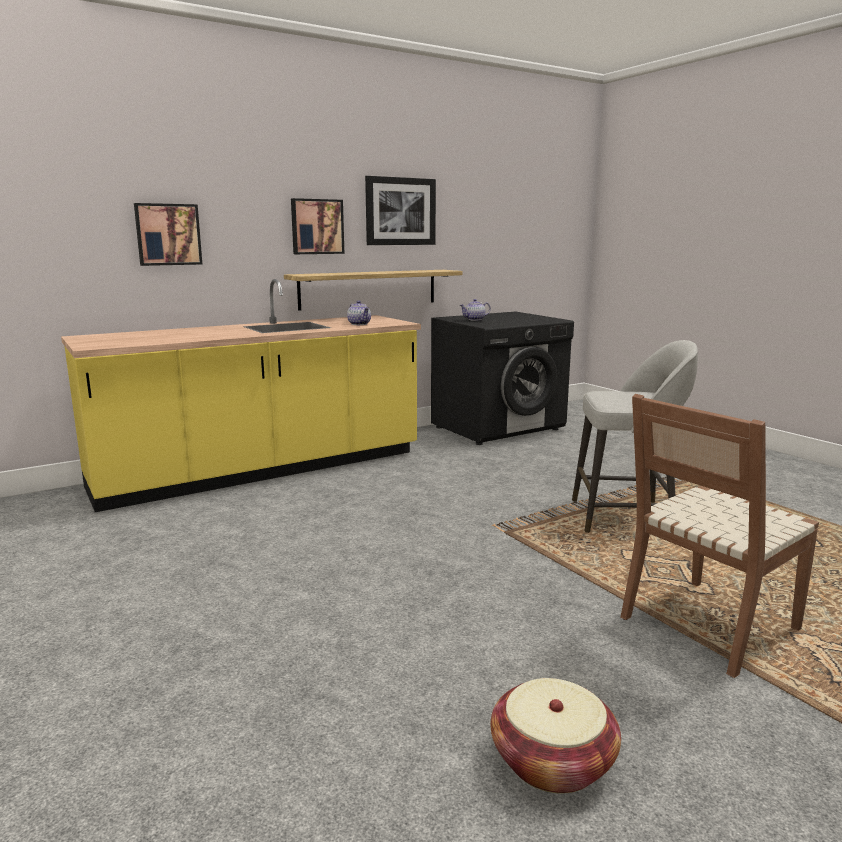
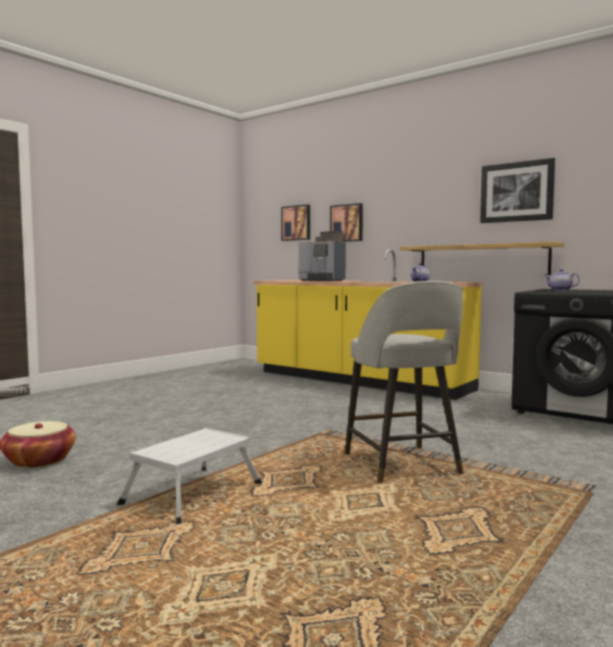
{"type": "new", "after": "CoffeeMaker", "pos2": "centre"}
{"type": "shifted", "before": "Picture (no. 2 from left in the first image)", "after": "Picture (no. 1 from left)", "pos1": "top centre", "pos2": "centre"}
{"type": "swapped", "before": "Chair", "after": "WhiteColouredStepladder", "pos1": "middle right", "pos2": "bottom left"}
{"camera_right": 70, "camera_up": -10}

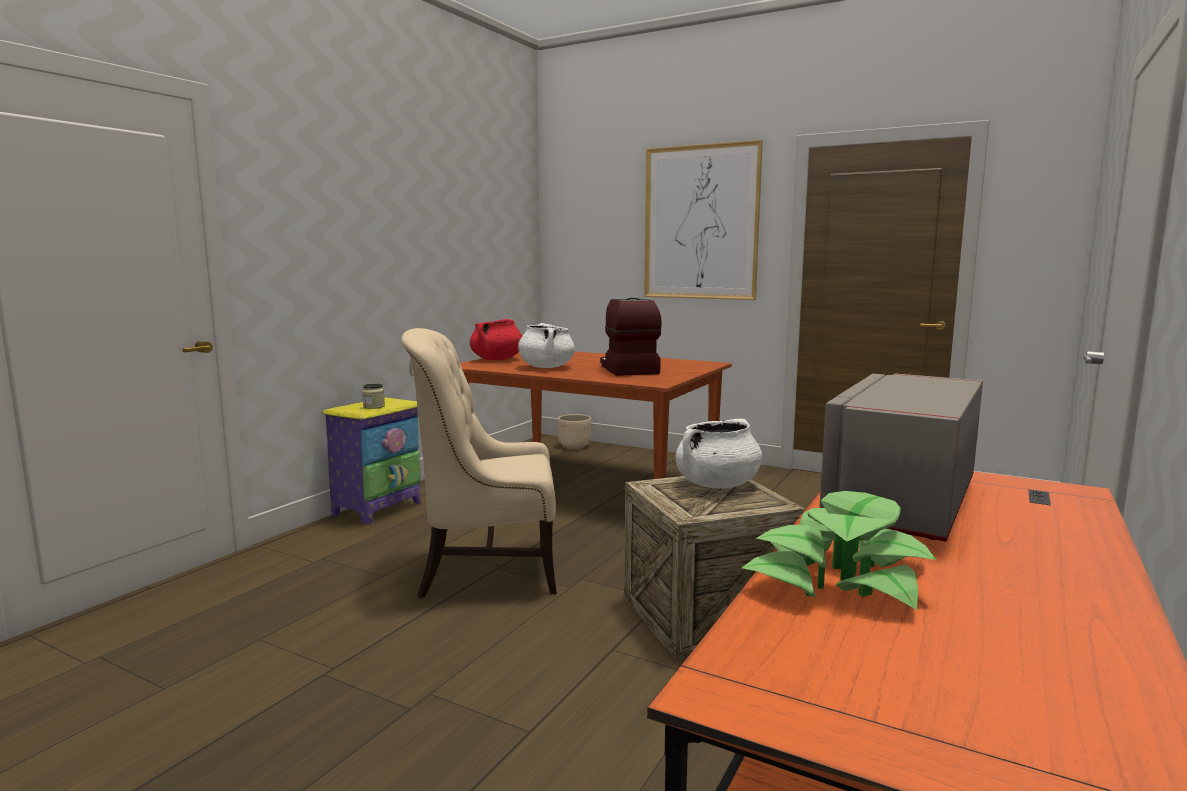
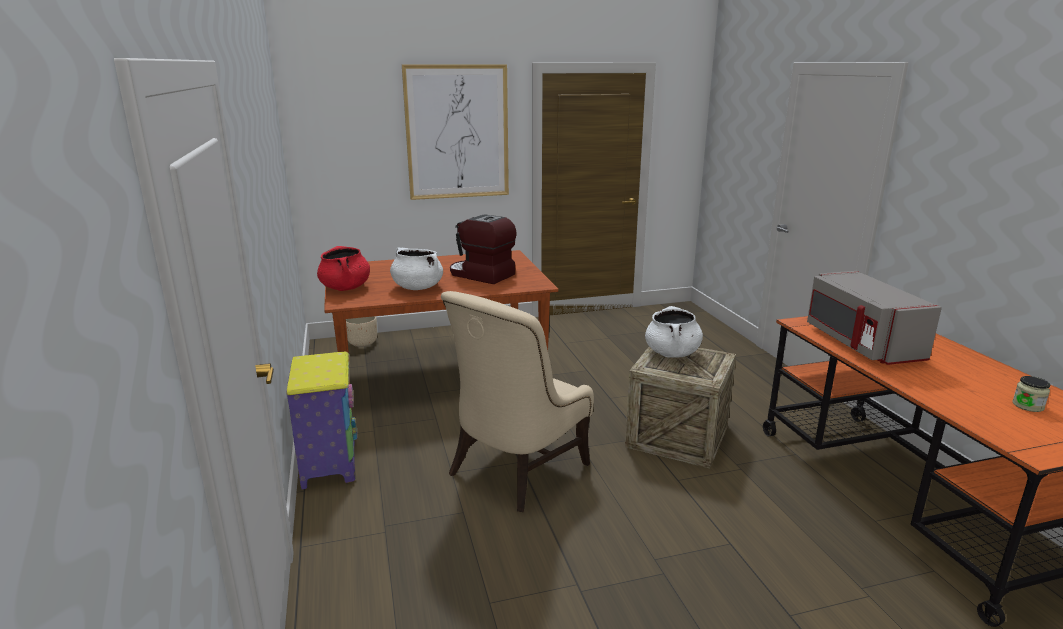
{"type": "gone", "before": "PlantInAPot", "pos1": "bottom right"}
{"type": "shifted", "before": "StorageJar", "pos1": "middle left", "pos2": "middle right"}
{"camera_right": -45, "camera_up": 10}

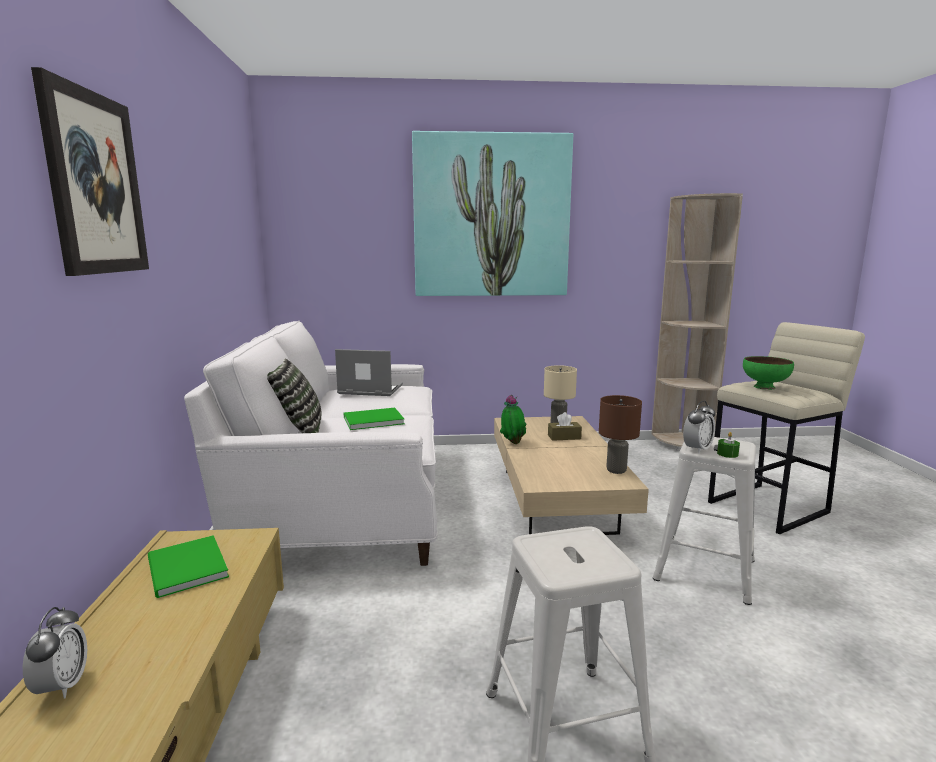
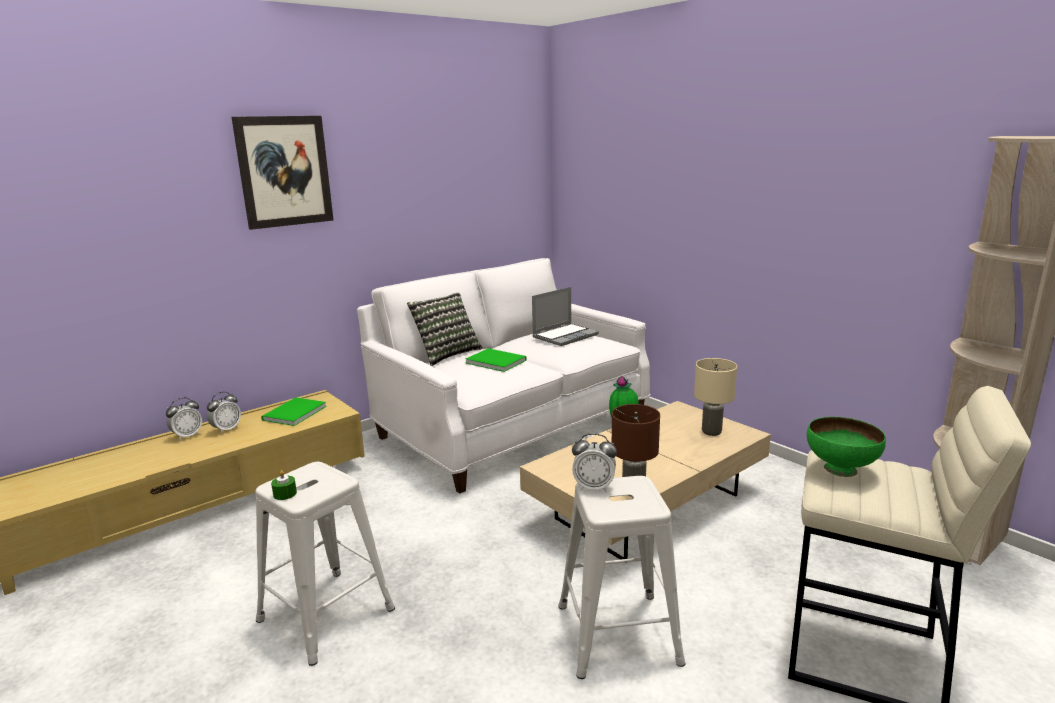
{"type": "gone", "before": "Picture (no. 2 from left)", "pos1": "top centre"}
{"type": "gone", "before": "BrownColouredTissueHolder", "pos1": "centre"}
{"type": "new", "after": "BedsideClock (no. 2 from left)", "pos2": "middle left"}
{"type": "shifted", "before": "GreenishWaxCandle", "pos1": "middle right", "pos2": "bottom left"}
{"type": "rotated", "before": "NotebookComputer", "pos1": "centre", "pos2": "centre", "turn": 75}
{"camera_right": 55, "camera_up": 5}

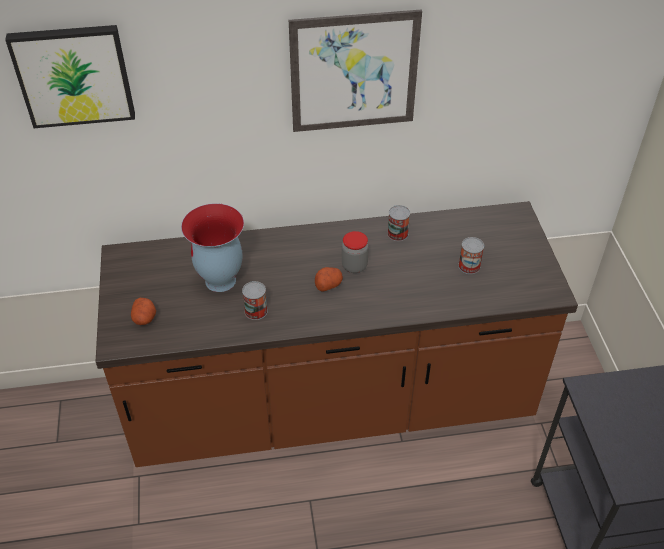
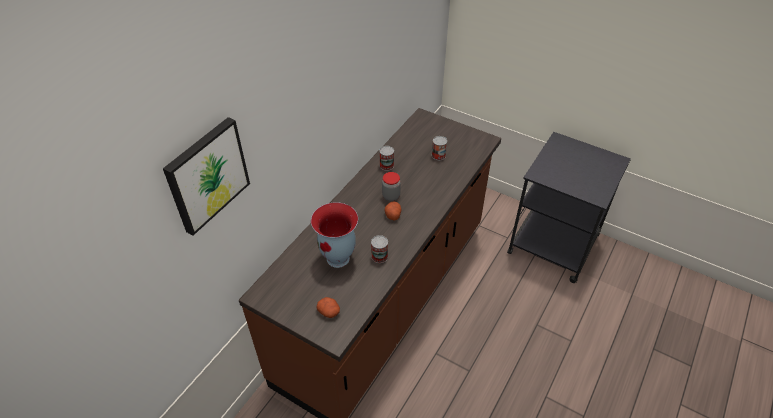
{"type": "gone", "before": "Picture (no. 2 from left)", "pos1": "top centre"}
{"camera_right": -50, "camera_up": 0}

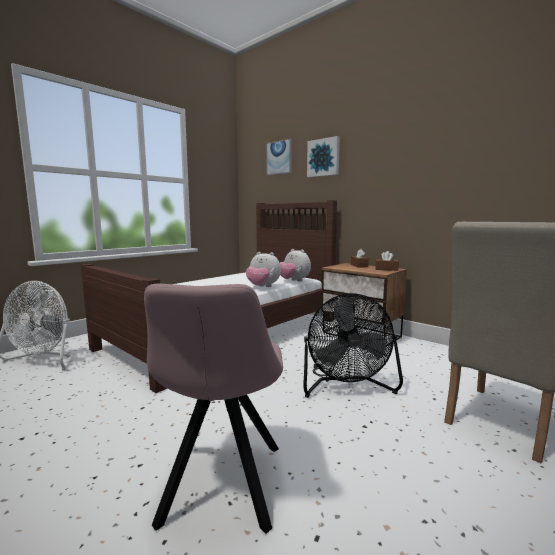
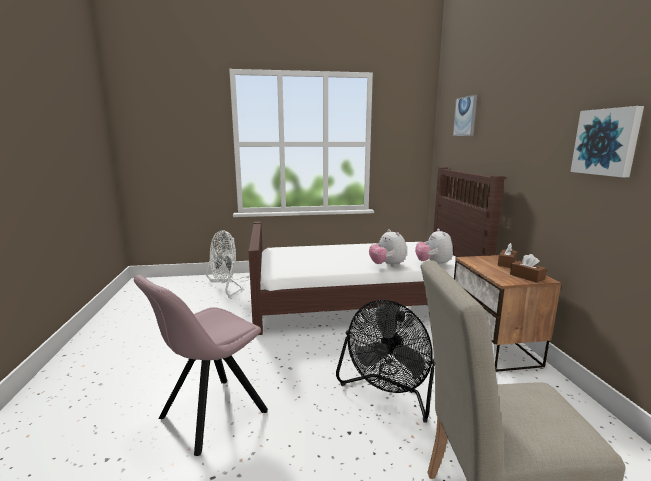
{"type": "shifted", "before": "Picture (no. 2 from left)", "pos1": "top centre", "pos2": "top right"}
{"camera_right": 40, "camera_up": 5}

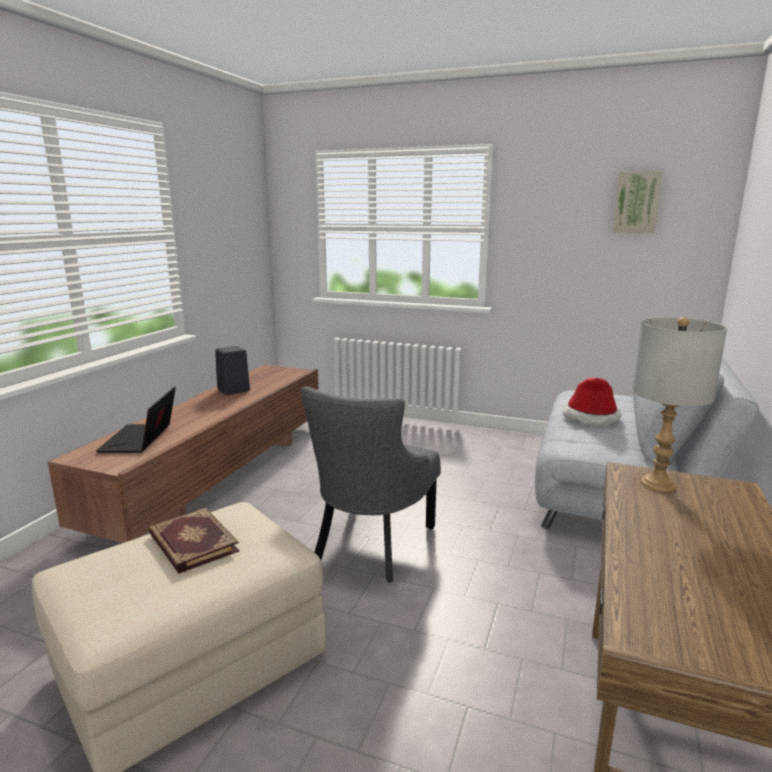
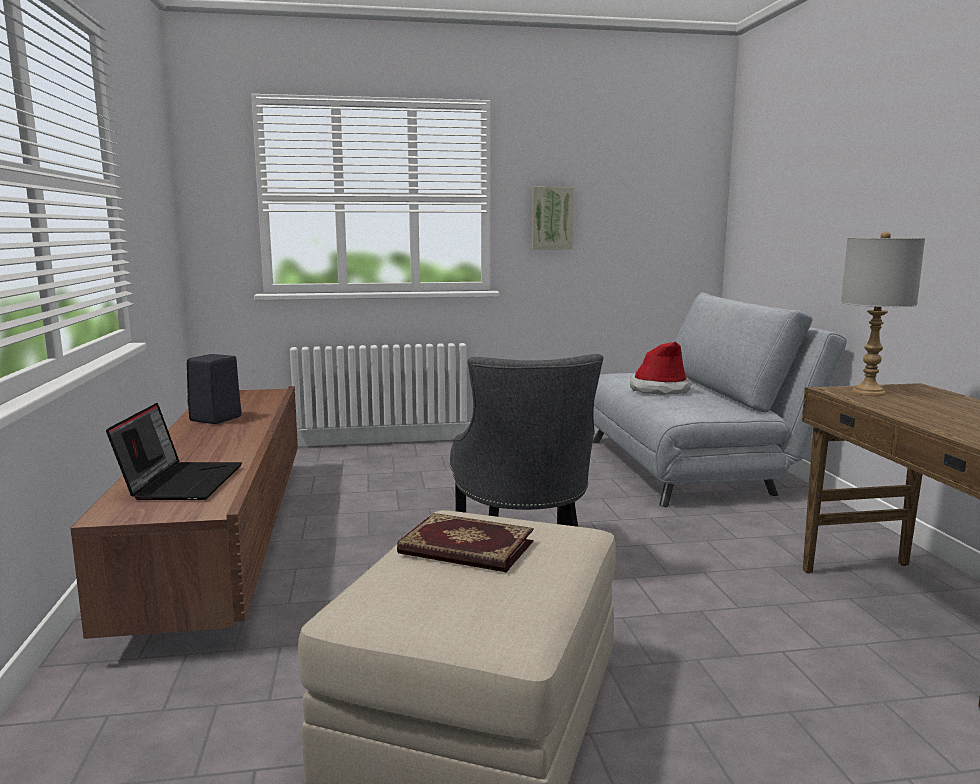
{"type": "shifted", "before": "Picture", "pos1": "top right", "pos2": "top centre"}
{"type": "rotated", "before": "NotebookComputer", "pos1": "middle left", "pos2": "middle left", "turn": -150}
{"camera_right": -30, "camera_up": -5}

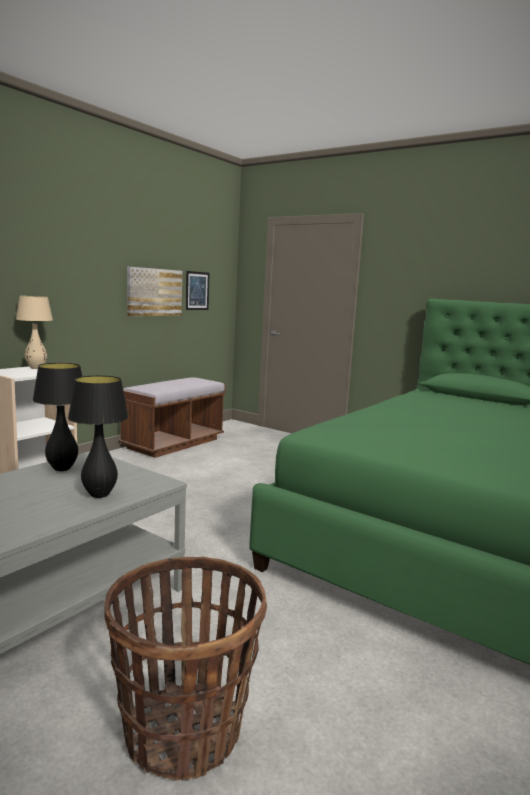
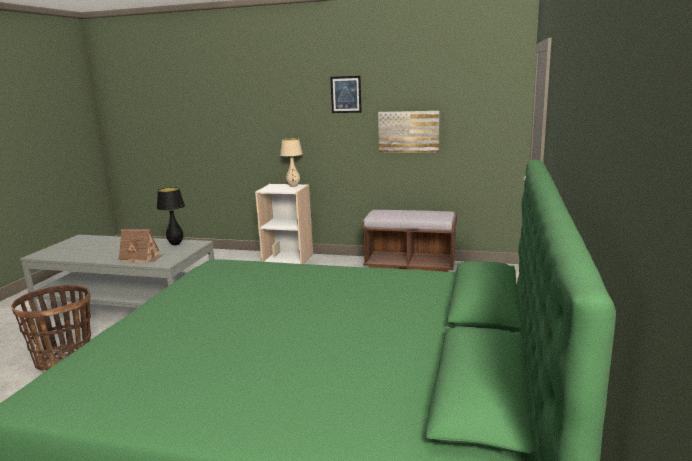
{"type": "shifted", "before": "Picture (no. 2 from left in the first image)", "after": "Picture (no. 1 from left)", "pos1": "centre", "pos2": "top centre"}
{"type": "swapped", "before": "BlackishLampForATable (no. 2 from left)", "after": "ToyHouse", "pos1": "middle left", "pos2": "middle left"}
{"camera_right": 70, "camera_up": 5}

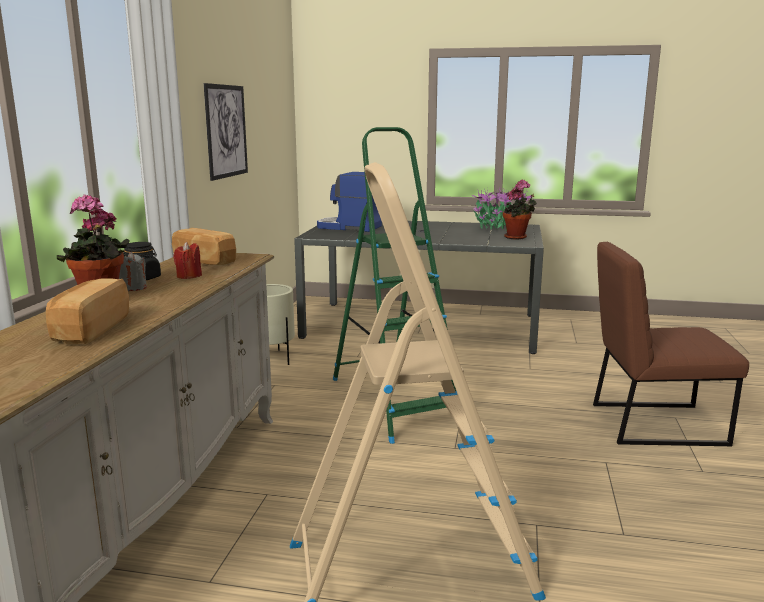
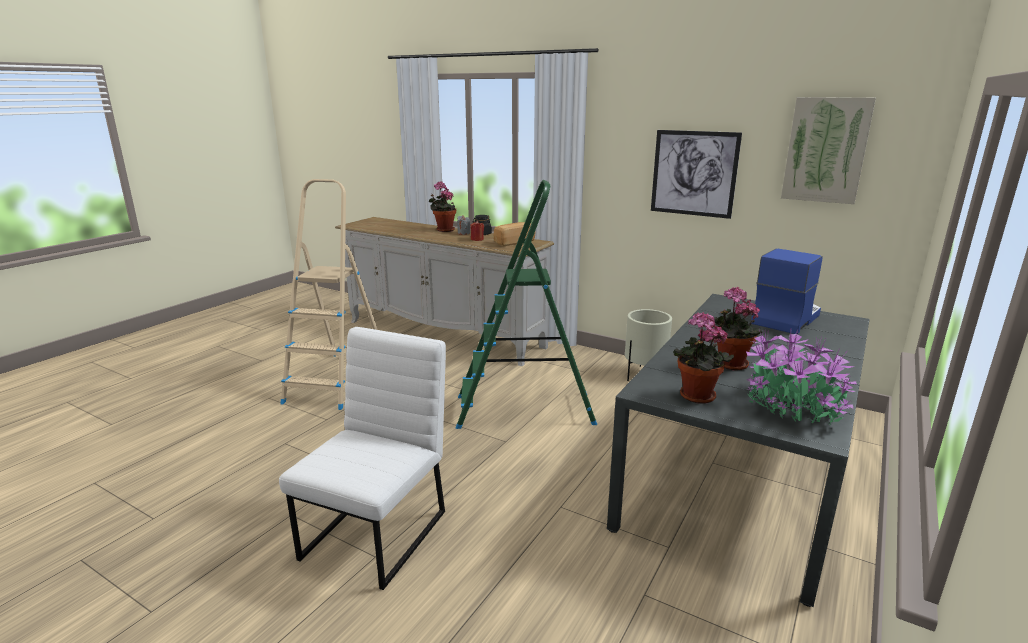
{"type": "gone", "before": "BakeryBread (no. 1 from left)", "pos1": "middle left"}
{"type": "new", "after": "PlantInAPot (no. 3 from left)", "pos2": "middle right"}
{"type": "new", "after": "Picture (no. 2 from left)", "pos2": "top right"}
{"type": "repainted", "before": "BrownColouredChair", "after": "WhiteColouredChair", "pos1": "middle right", "pos2": "bottom centre"}
{"camera_right": 110, "camera_up": 5}

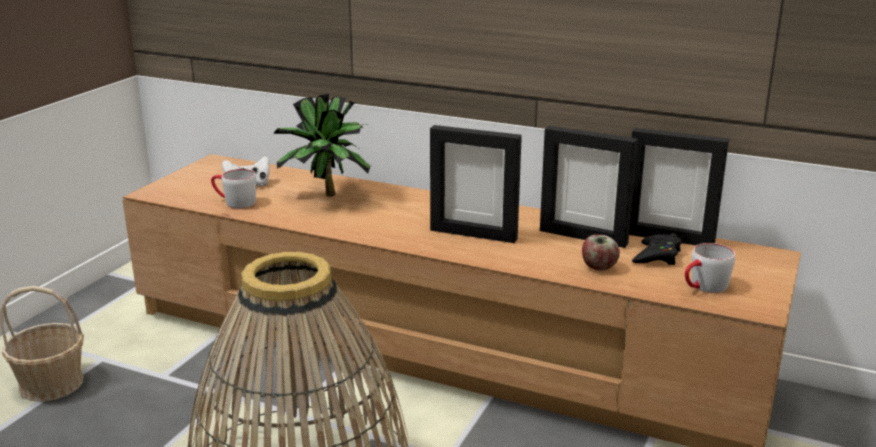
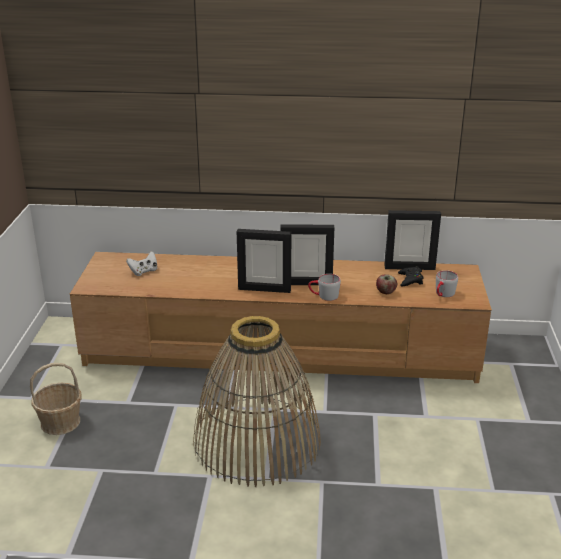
{"type": "gone", "before": "PlantInAPot", "pos1": "top centre"}
{"type": "shifted", "before": "GreyishMug (no. 1 from left)", "pos1": "middle left", "pos2": "centre"}
{"type": "shifted", "before": "PhotoFrame (no. 2 from left in the first image)", "after": "PhotoFrame (no. 1 from left)", "pos1": "middle right", "pos2": "centre"}
{"camera_right": -20, "camera_up": 5}

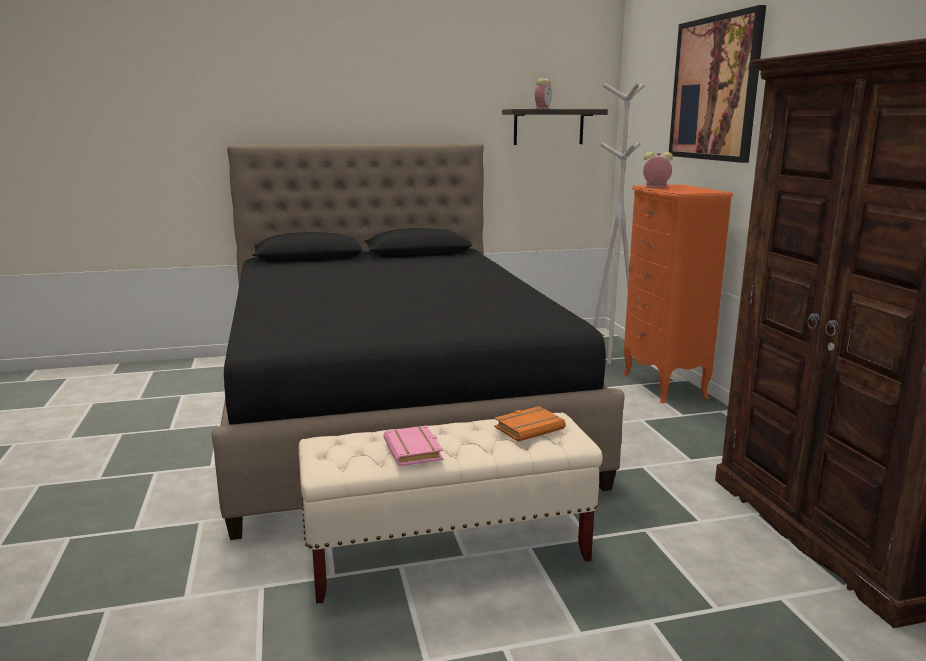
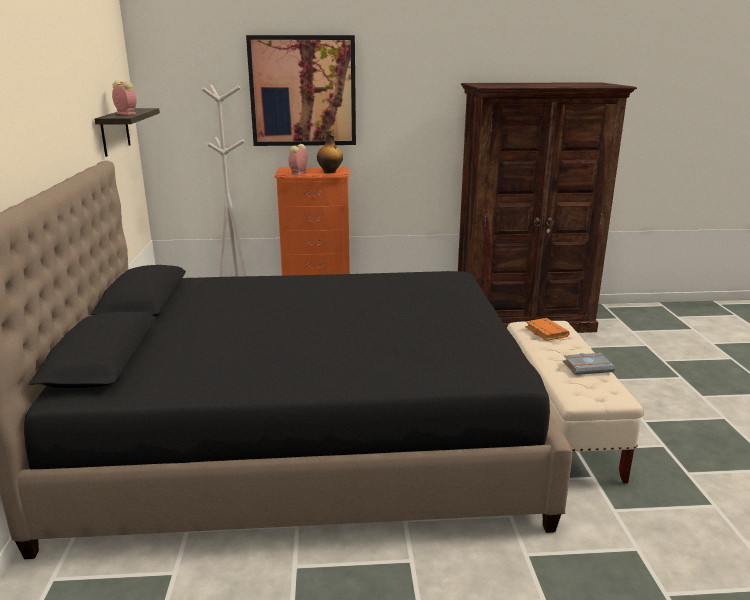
{"type": "new", "after": "BeverageBottle", "pos2": "top centre"}
{"type": "repainted", "before": "PinkishBook", "after": "GreyishBook", "pos1": "bottom centre", "pos2": "middle right"}
{"camera_right": -80, "camera_up": 5}

